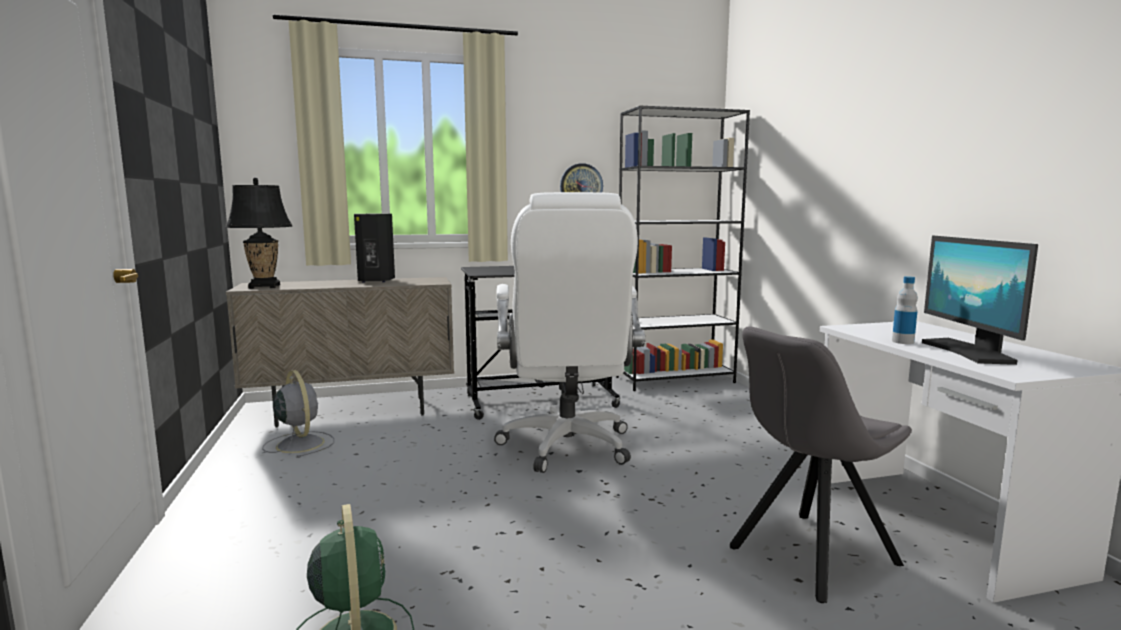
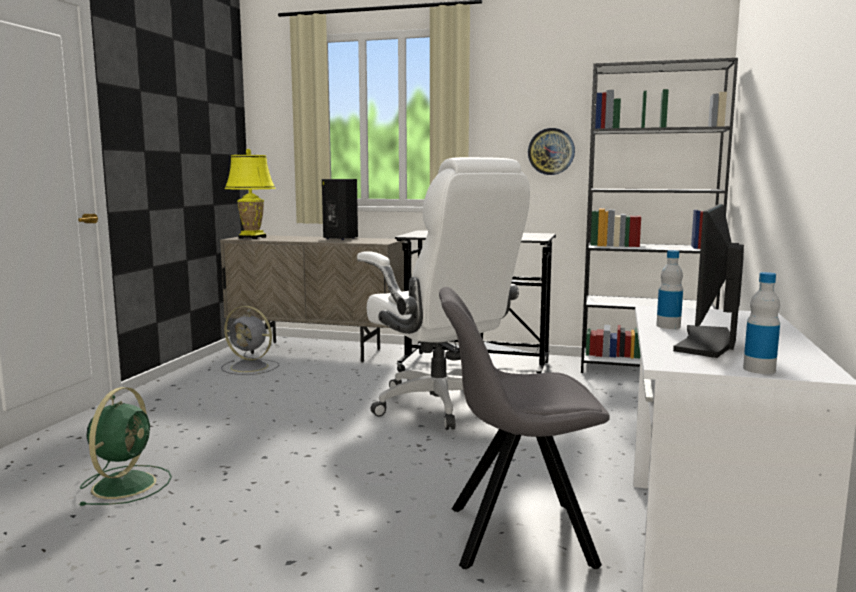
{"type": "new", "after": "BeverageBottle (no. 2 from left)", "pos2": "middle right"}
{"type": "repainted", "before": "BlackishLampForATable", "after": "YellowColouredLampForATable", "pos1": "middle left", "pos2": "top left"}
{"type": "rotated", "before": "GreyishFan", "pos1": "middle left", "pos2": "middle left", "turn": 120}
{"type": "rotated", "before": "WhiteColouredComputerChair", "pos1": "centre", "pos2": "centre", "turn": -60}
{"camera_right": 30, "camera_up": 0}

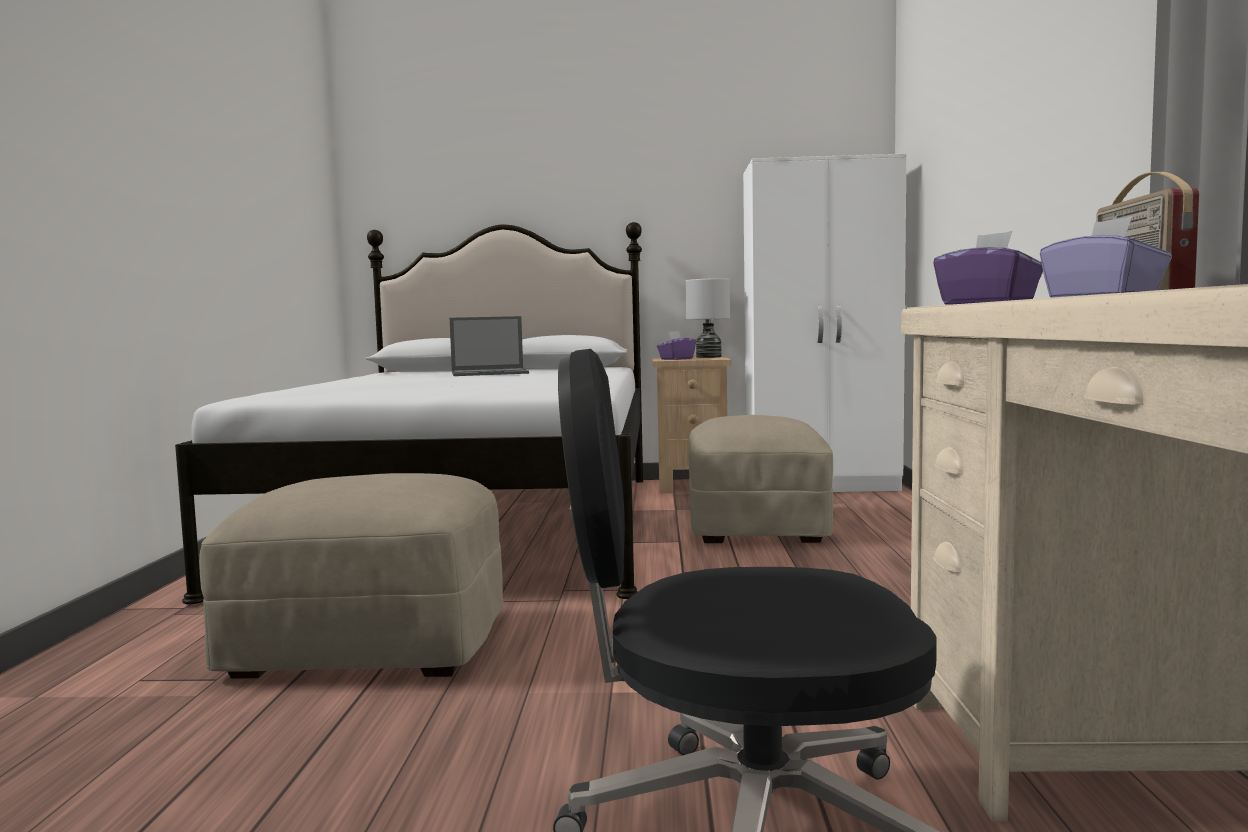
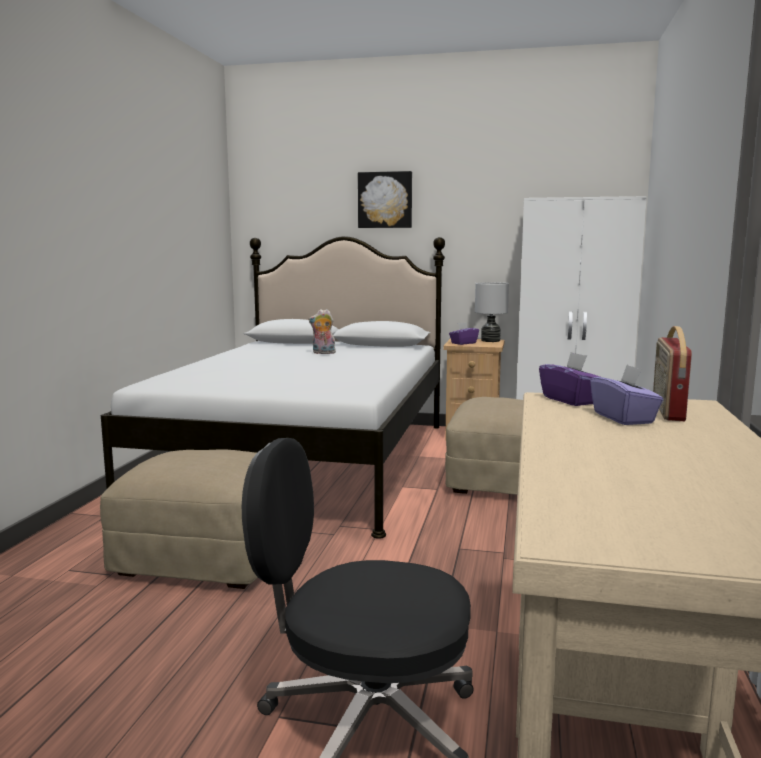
{"type": "new", "after": "Picture", "pos2": "top centre"}
{"type": "swapped", "before": "NotebookComputer", "after": "PlushToy", "pos1": "centre", "pos2": "centre"}
{"camera_right": 10, "camera_up": 5}

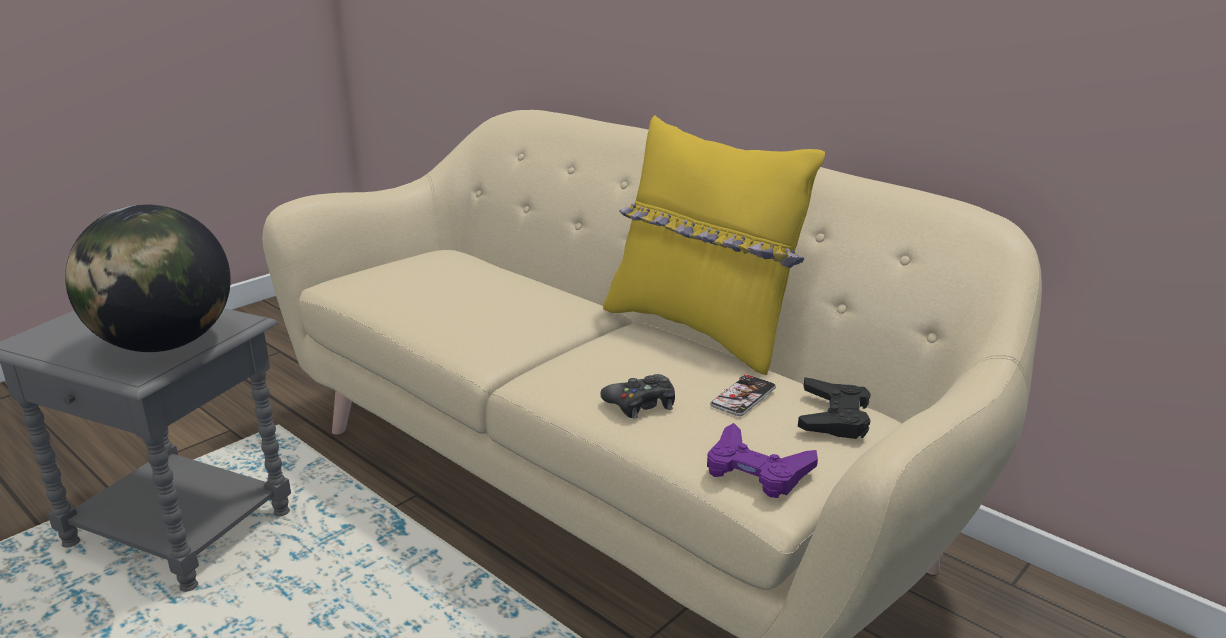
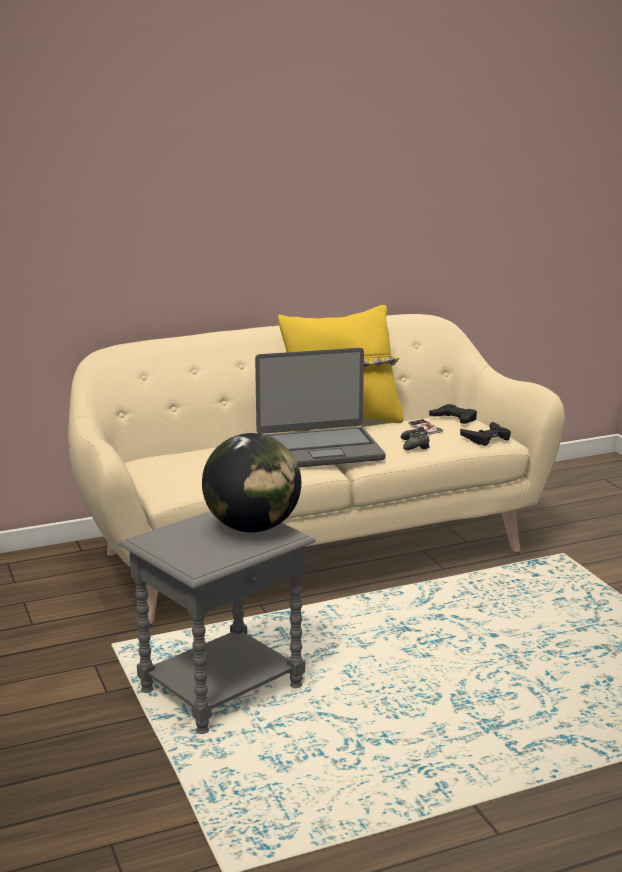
{"type": "new", "after": "NotebookComputer", "pos2": "centre"}
{"type": "repainted", "before": "PurpleGamepad", "after": "BlackishGamepad (no. 3 from left)", "pos1": "bottom centre", "pos2": "middle right"}
{"camera_right": -65, "camera_up": -5}

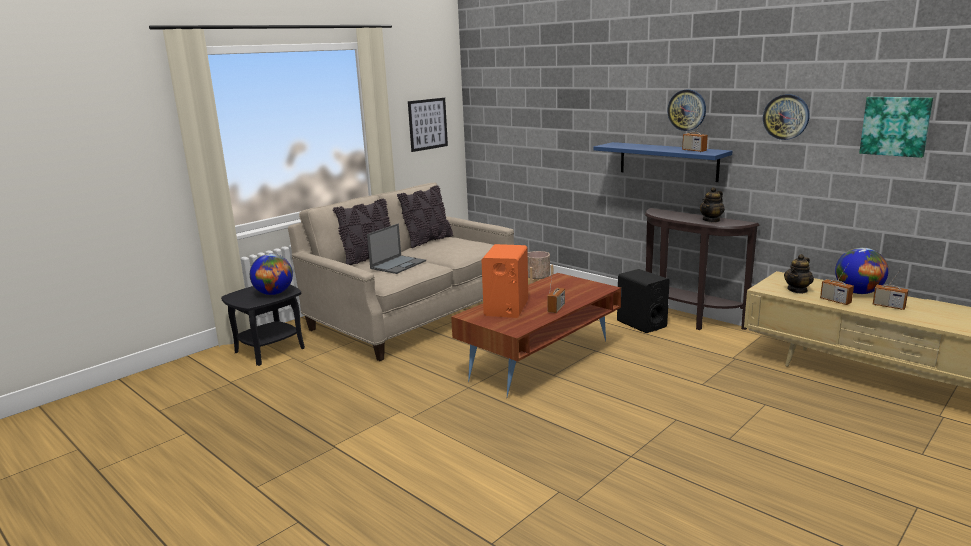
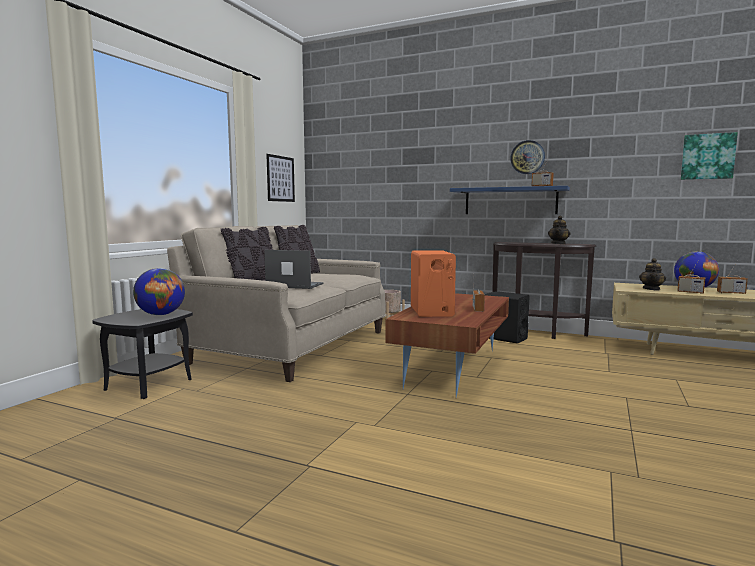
{"type": "gone", "before": "HangingClock (no. 2 from left)", "pos1": "top right"}
{"type": "rotated", "before": "NotebookComputer", "pos1": "centre", "pos2": "centre", "turn": -90}
{"camera_right": -20, "camera_up": -10}

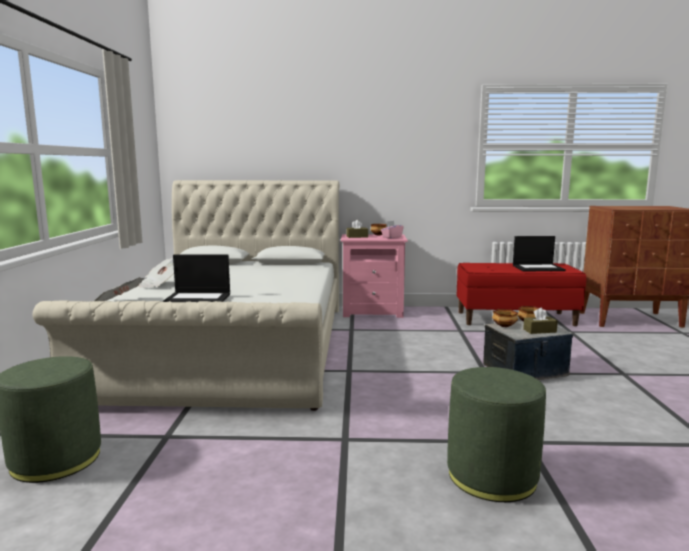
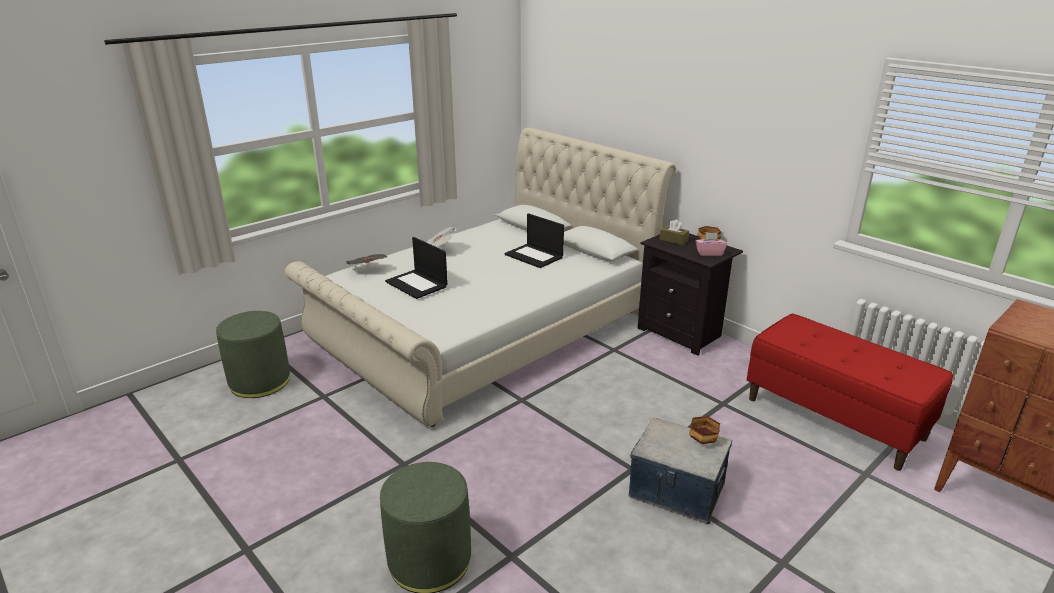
{"type": "gone", "before": "ServingBowl (no. 2 from left)", "pos1": "middle right"}
{"type": "gone", "before": "BrownColouredTissueHolder (no. 2 from left)", "pos1": "middle right"}
{"type": "shifted", "before": "NotebookComputer (no. 2 from left)", "pos1": "middle right", "pos2": "centre"}
{"type": "repainted", "before": "PinkishBedsideTable", "after": "BlackishBedsideTable", "pos1": "centre", "pos2": "centre"}
{"camera_right": 45, "camera_up": 15}

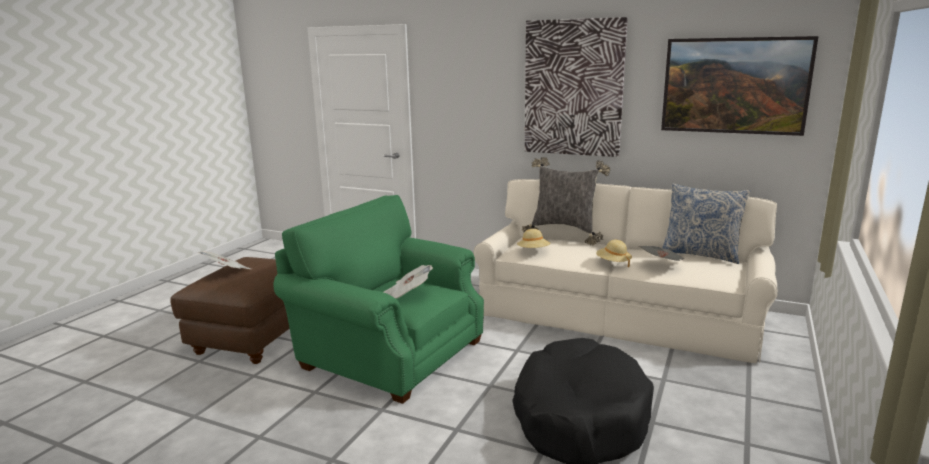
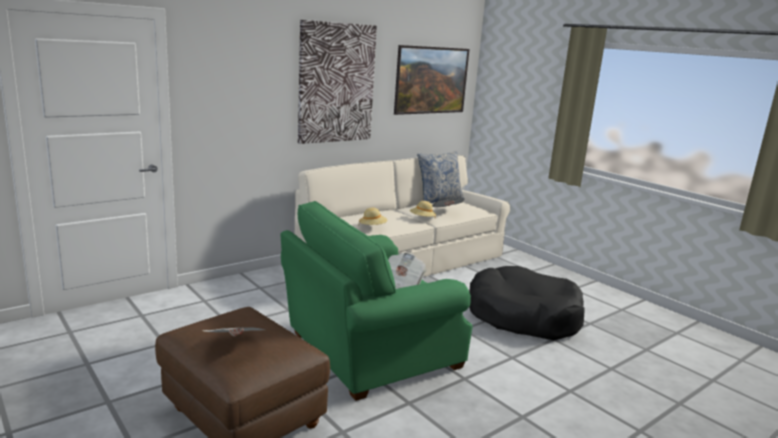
{"type": "gone", "before": "Cushion (no. 1 from left)", "pos1": "centre"}
{"camera_right": -65, "camera_up": 0}

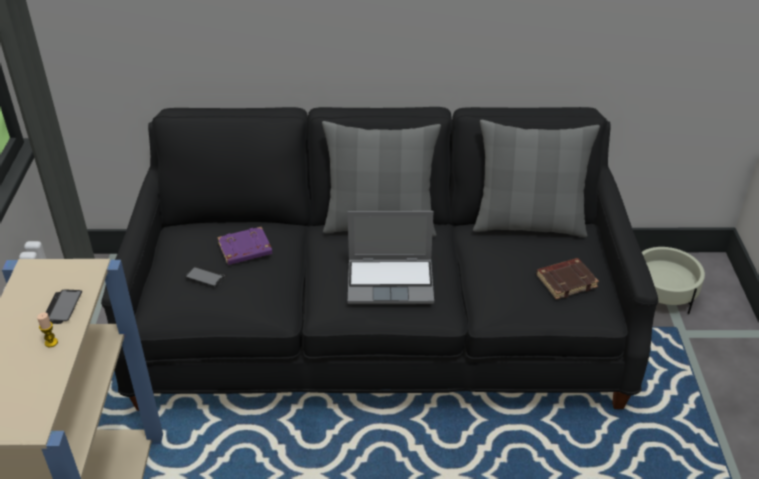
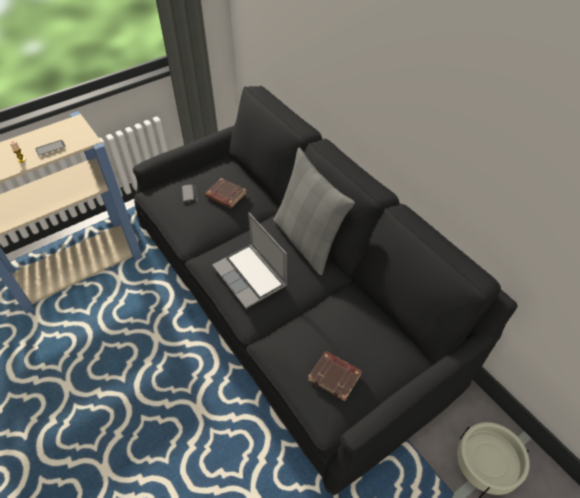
{"type": "gone", "before": "GreyishCushion (no. 2 from left)", "pos1": "middle right"}
{"type": "repainted", "before": "PurpleBook", "after": "BrownColouredBook (no. 1 from left)", "pos1": "middle left", "pos2": "centre"}
{"camera_right": 55, "camera_up": 10}

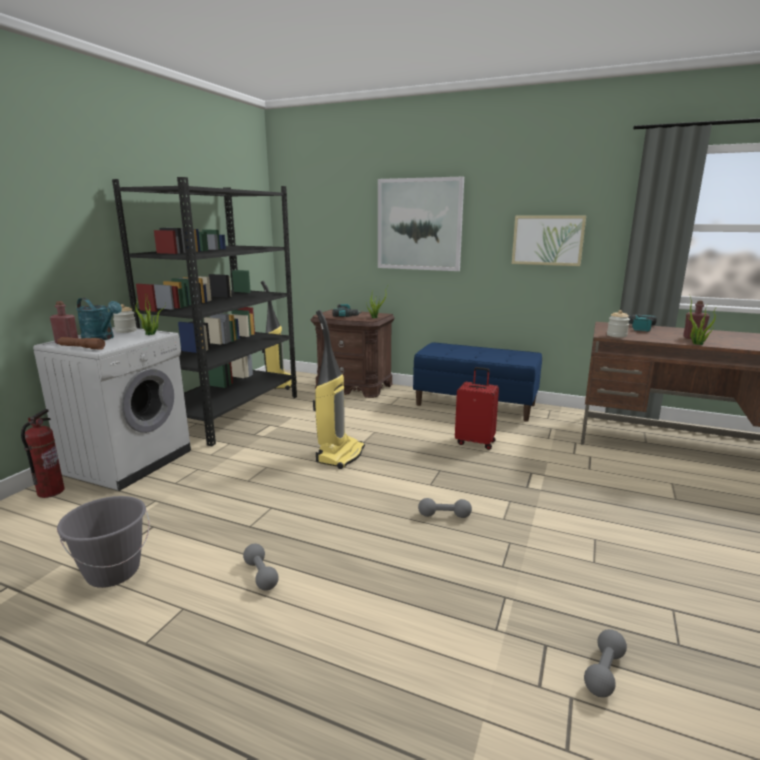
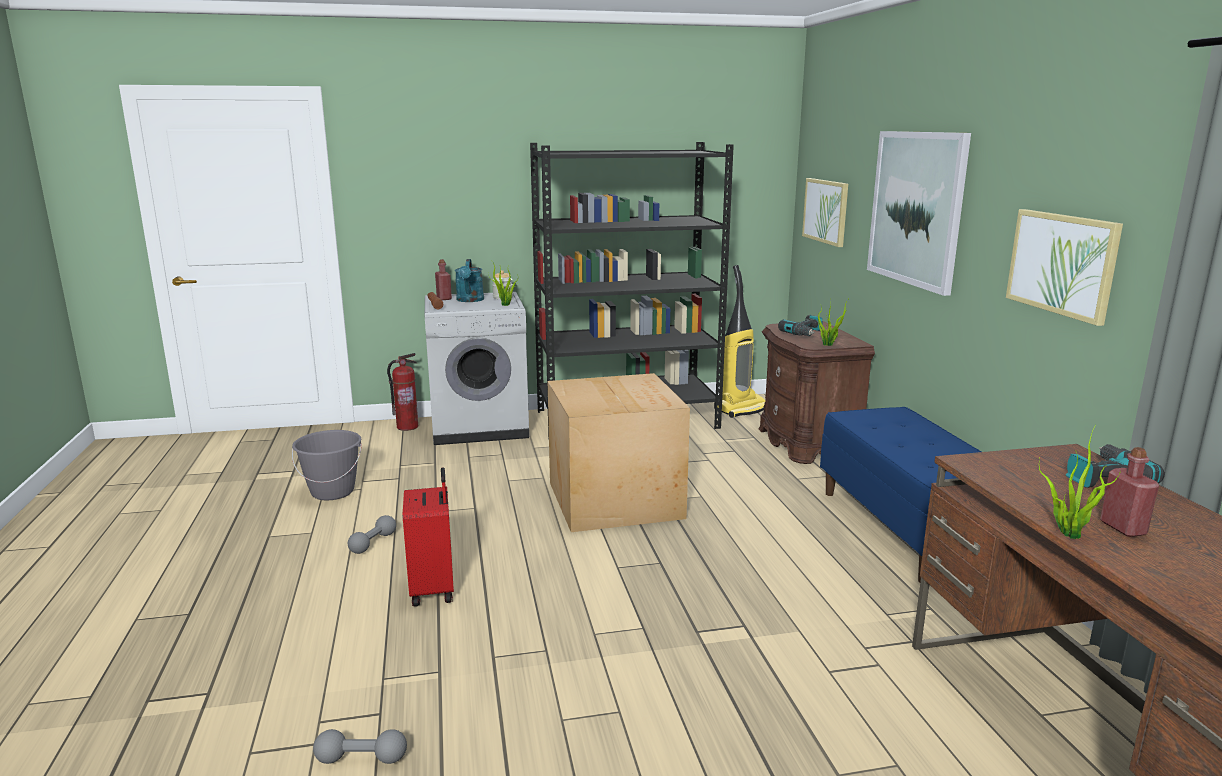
{"type": "gone", "before": "GreyishHandWeight (no. 2 from left)", "pos1": "bottom centre"}
{"type": "gone", "before": "StorageJar (no. 2 from left)", "pos1": "middle right"}
{"type": "new", "after": "Picture (no. 1 from left)", "pos2": "top right"}
{"type": "shifted", "before": "ReddishPieceOfLuggage", "pos1": "centre", "pos2": "bottom centre"}
{"type": "swapped", "before": "Hoover (no. 2 from left)", "after": "PackingBox", "pos1": "centre", "pos2": "centre"}
{"camera_right": 55, "camera_up": 0}

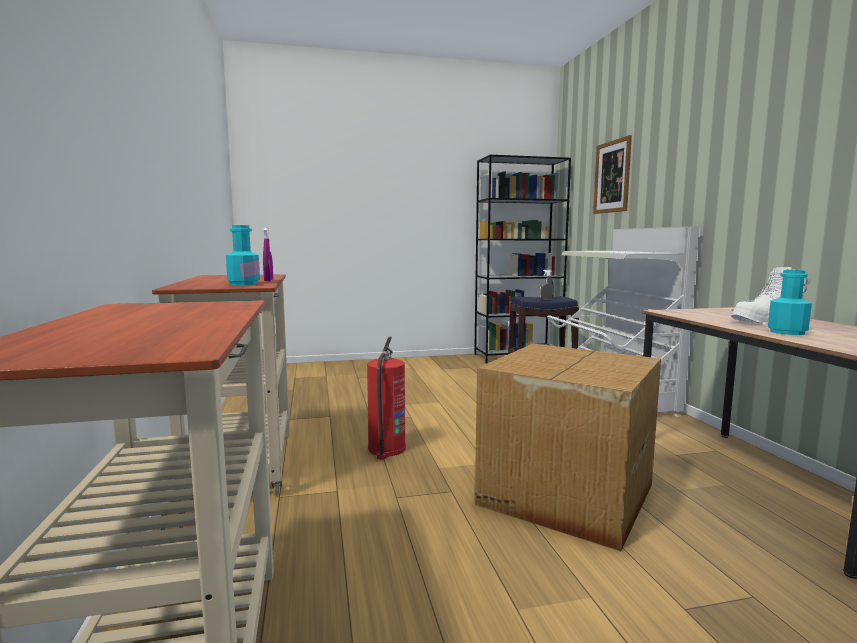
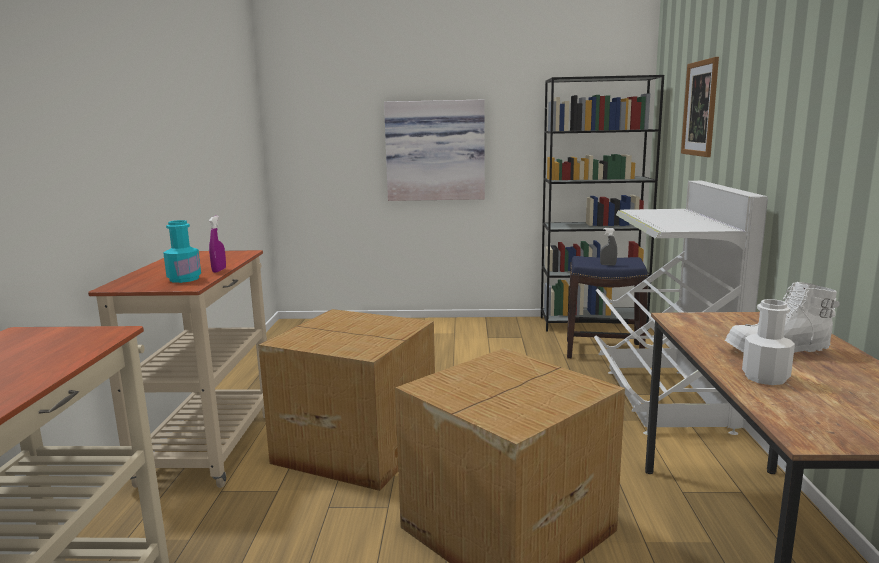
{"type": "new", "after": "Picture (no. 1 from left)", "pos2": "top centre"}
{"type": "swapped", "before": "Extinguisher", "after": "PackingBox (no. 1 from left)", "pos1": "centre", "pos2": "bottom centre"}
{"type": "repainted", "before": "TurquoiseColouredBeverageBottle (no. 2 from left)", "after": "WhiteColouredBeverageBottle", "pos1": "middle right", "pos2": "middle right"}
{"camera_right": 15, "camera_up": 5}

